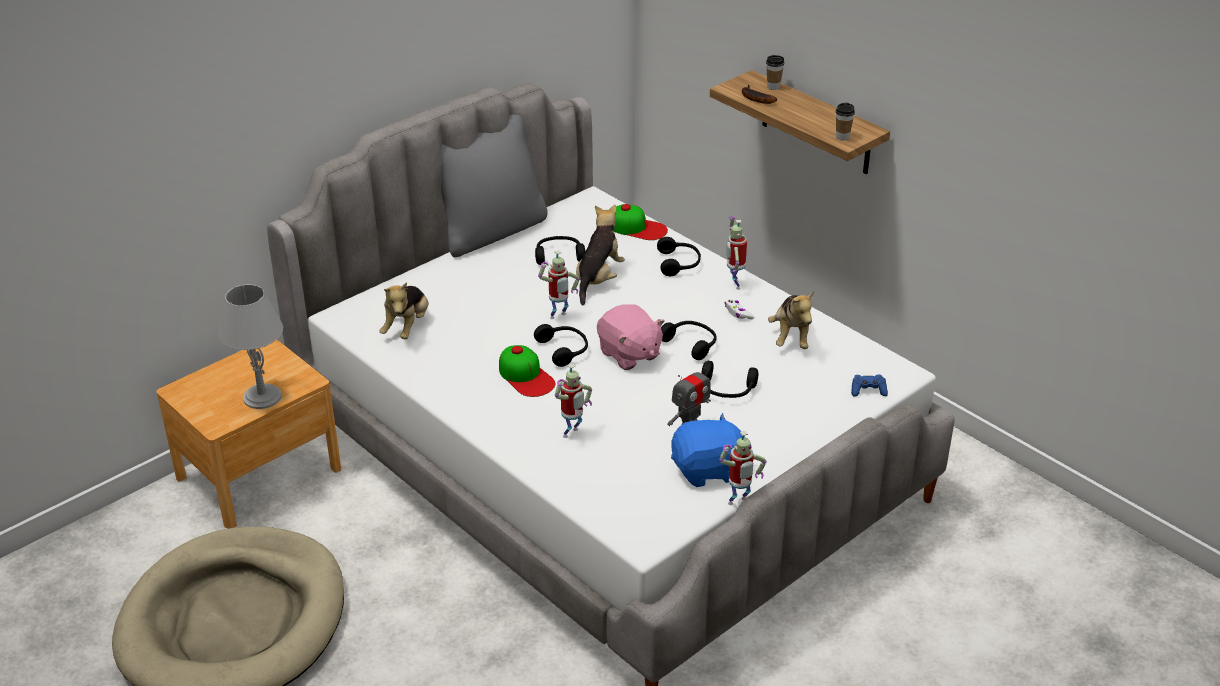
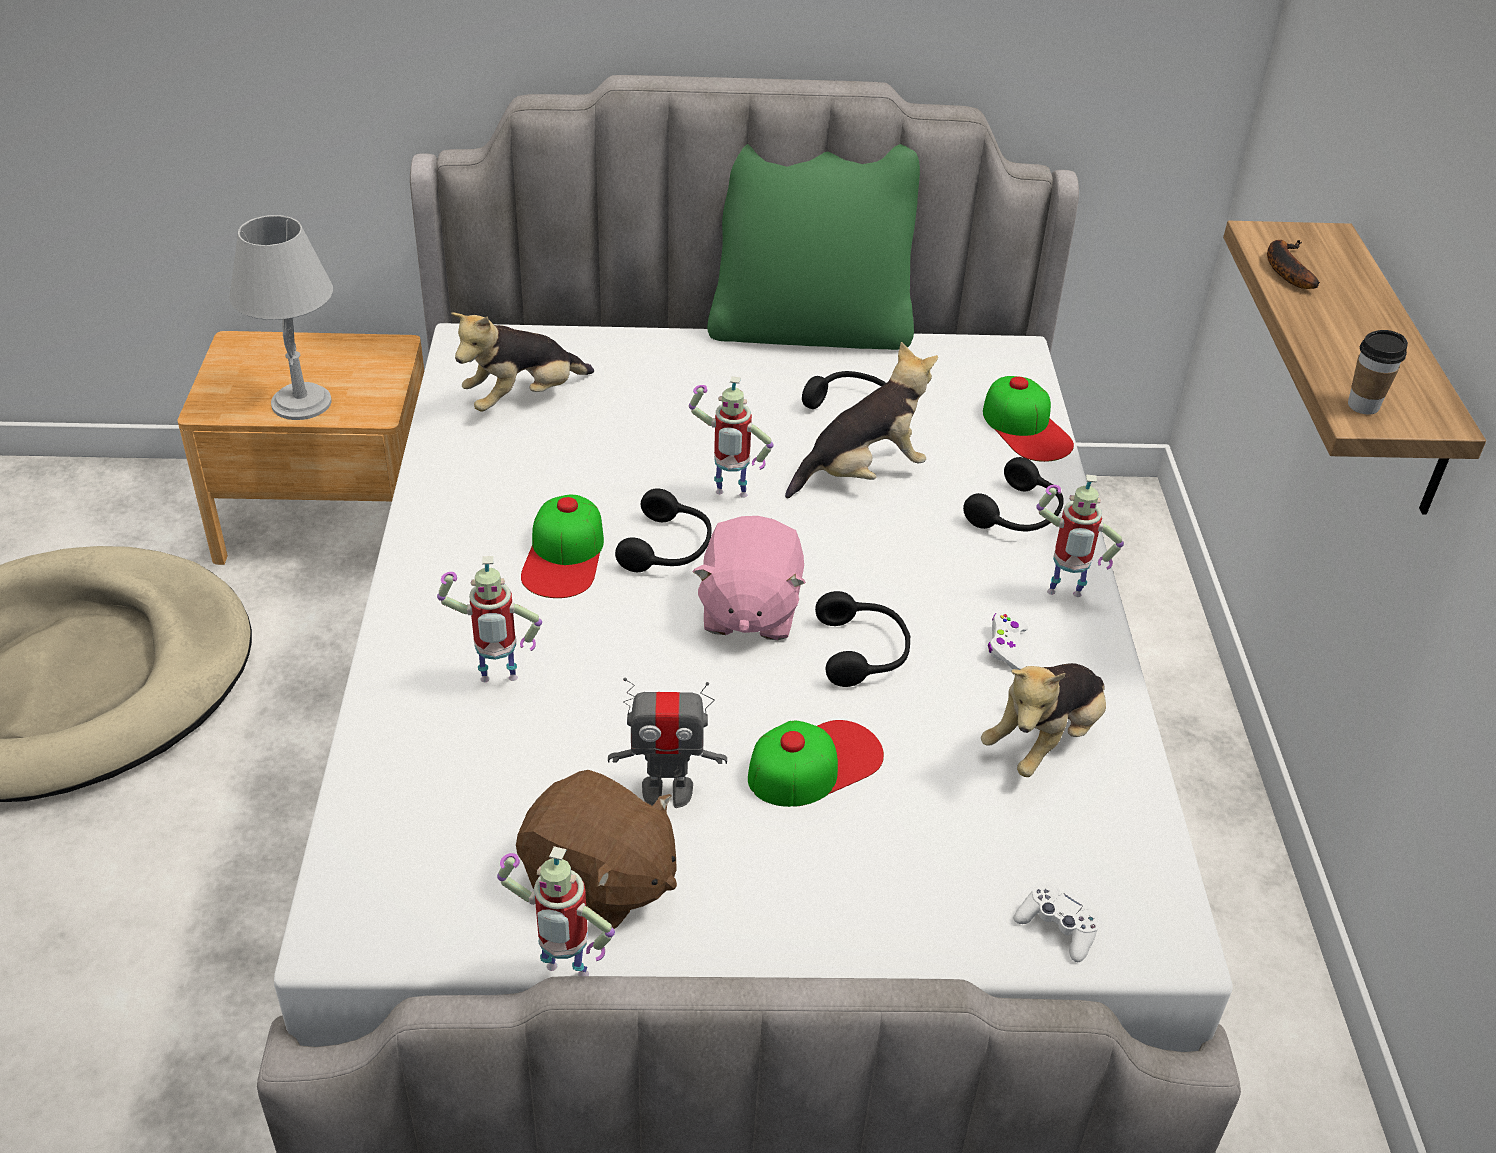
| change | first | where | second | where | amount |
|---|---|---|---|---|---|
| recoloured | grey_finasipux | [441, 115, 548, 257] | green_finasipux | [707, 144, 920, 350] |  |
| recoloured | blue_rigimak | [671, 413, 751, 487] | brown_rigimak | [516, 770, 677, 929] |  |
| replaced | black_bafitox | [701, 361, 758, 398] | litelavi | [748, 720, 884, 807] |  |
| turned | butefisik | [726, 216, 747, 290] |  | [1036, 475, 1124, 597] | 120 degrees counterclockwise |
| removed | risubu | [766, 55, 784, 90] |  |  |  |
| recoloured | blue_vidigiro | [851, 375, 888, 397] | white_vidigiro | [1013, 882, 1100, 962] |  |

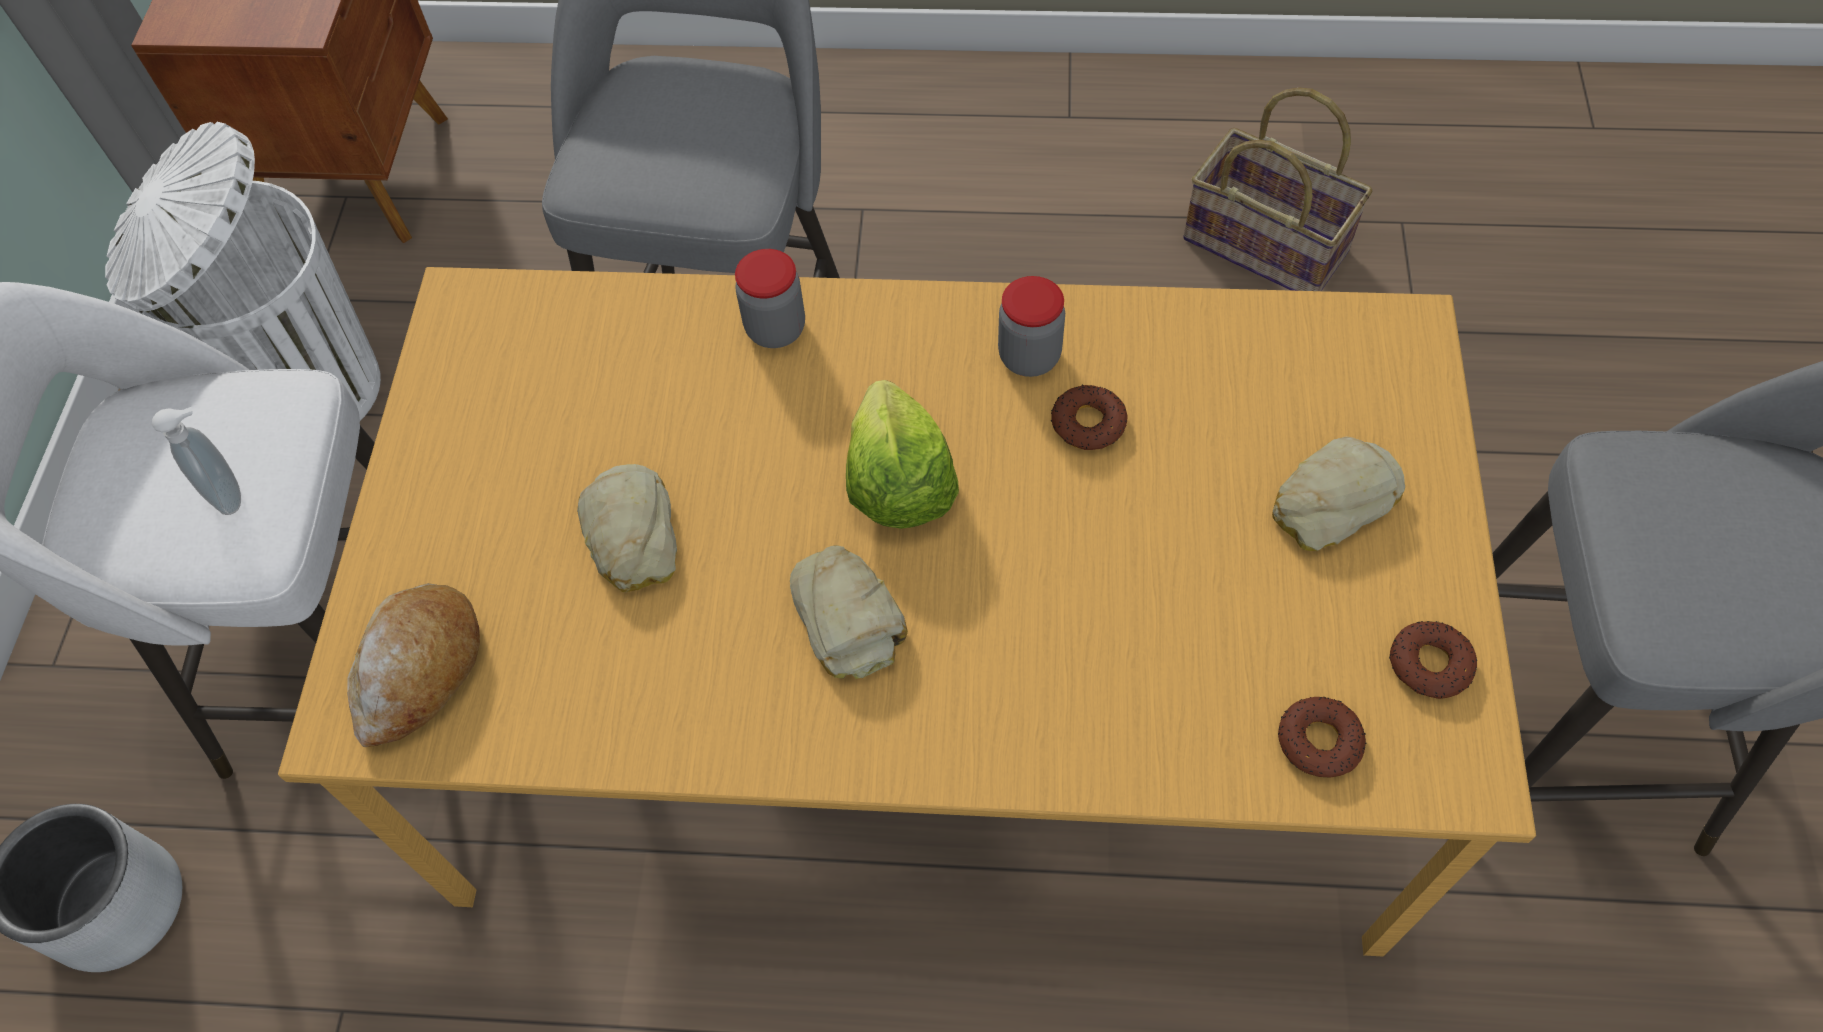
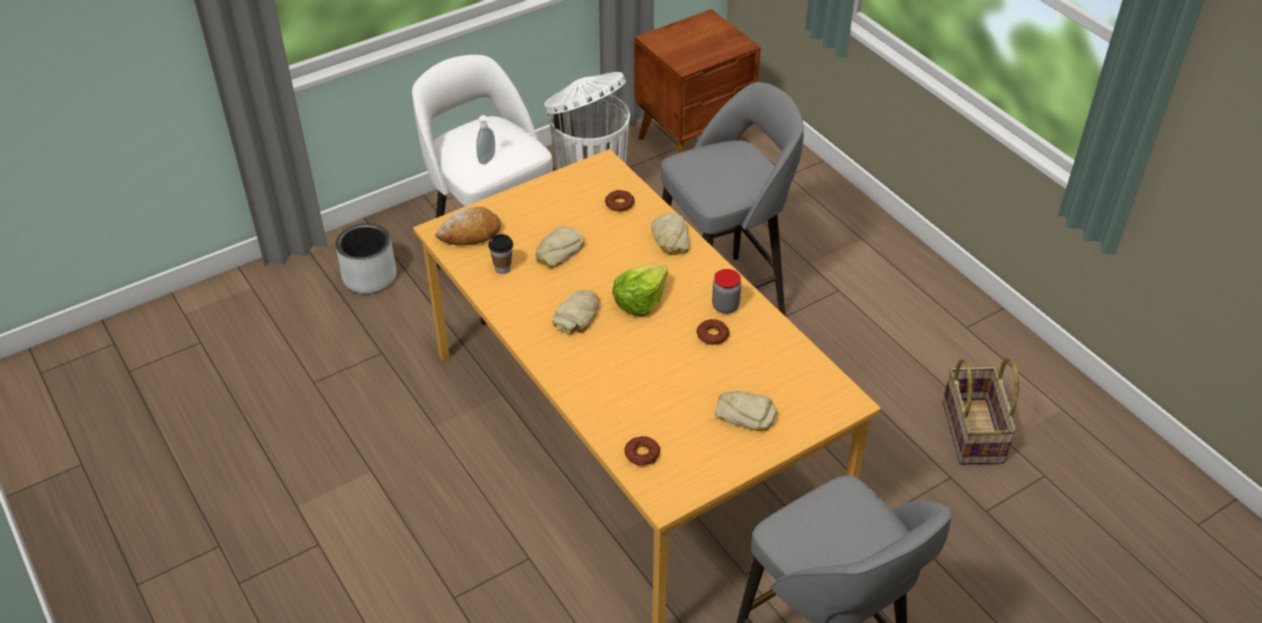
| change | first | where | second | where | amount |
|---|---|---|---|---|---|
| replaced | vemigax | [735, 249, 805, 348] | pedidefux | [651, 213, 690, 255] |  |
| moved | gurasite | [1389, 621, 1477, 699] |  | [605, 190, 635, 212] |  |
| added |  |  | risubu | [488, 234, 513, 274] |  |

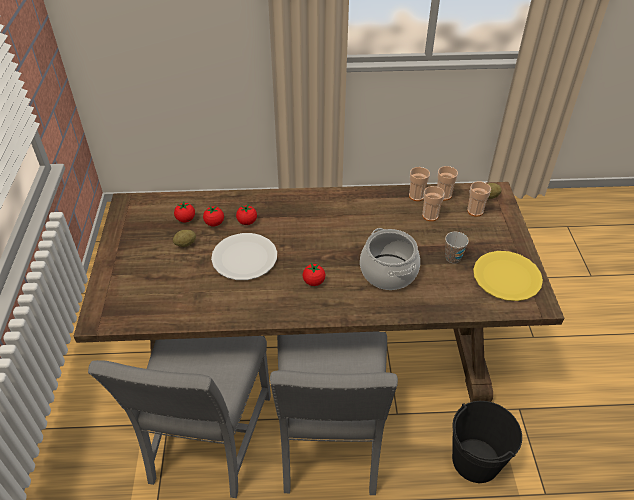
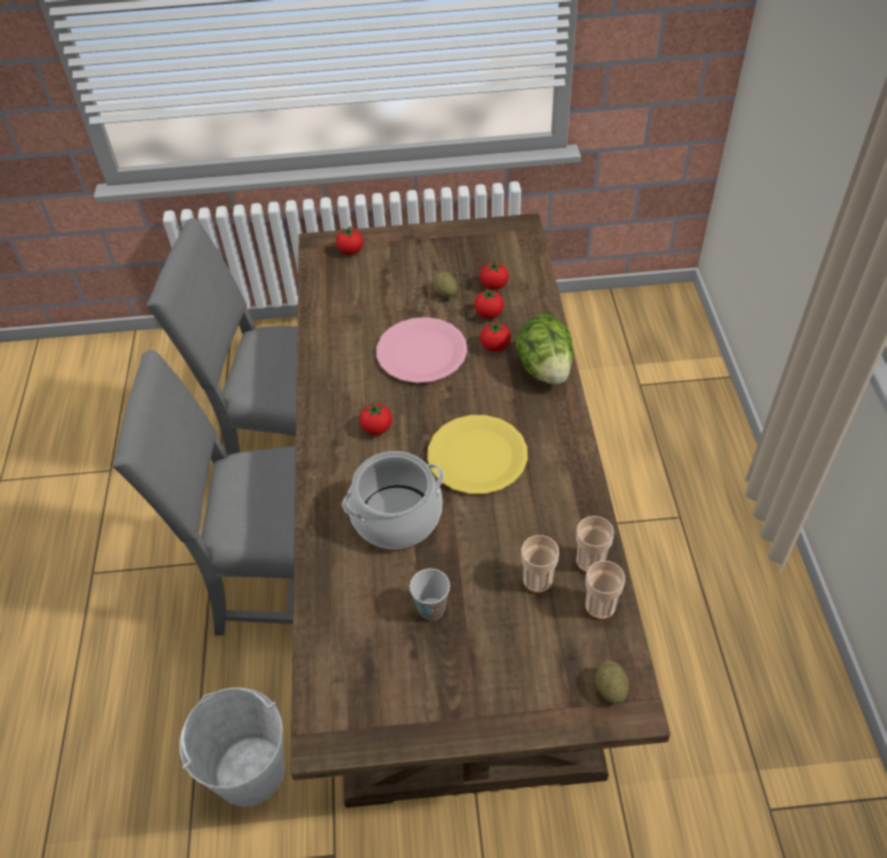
| change | first | where | second | where | amount |
|---|---|---|---|---|---|
| recoloured | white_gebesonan | [211, 233, 277, 280] | pink_gebesonan | [376, 317, 467, 383] |  |
| recoloured | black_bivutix | [452, 401, 522, 483] | white_bivutix | [179, 688, 285, 807] |  |
| removed | risubu | [467, 181, 491, 217] |  |  |  |
| moved | yellow_gebesonan | [473, 251, 543, 301] |  | [427, 415, 528, 494] |  |
| added |  |  | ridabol | [336, 226, 363, 255] |  |
| added |  |  | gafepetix | [516, 314, 574, 384] |  |

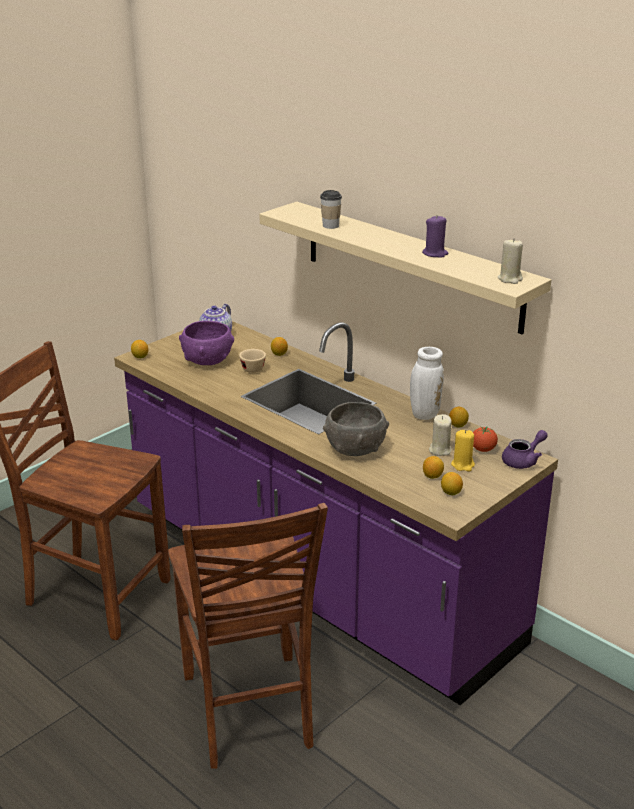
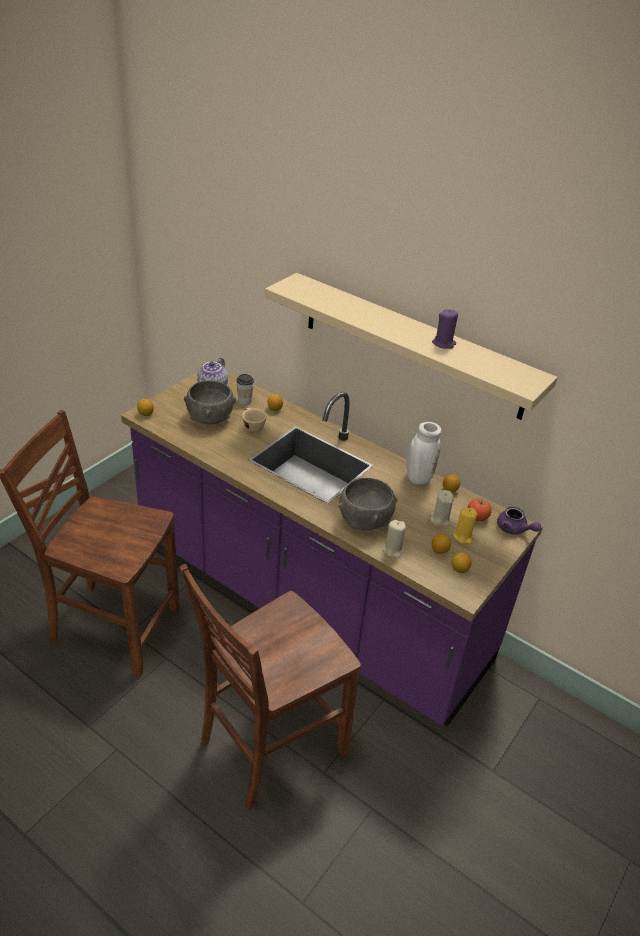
| change | first | where | second | where | amount |
|---|---|---|---|---|---|
| turned | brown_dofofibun | [168, 503, 328, 769] |  | [180, 564, 361, 810] | 75 degrees clockwise |
| recoloured | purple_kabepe | [179, 321, 234, 365] | grey_kabepe | [184, 380, 236, 424] |  |
| moved | risubu | [320, 190, 342, 229] |  | [236, 374, 254, 405] |  |
| moved | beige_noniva | [498, 239, 523, 284] |  | [383, 520, 406, 558] |  |
| turned | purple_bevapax | [502, 430, 548, 469] |  | [497, 506, 542, 535] | 90 degrees clockwise |

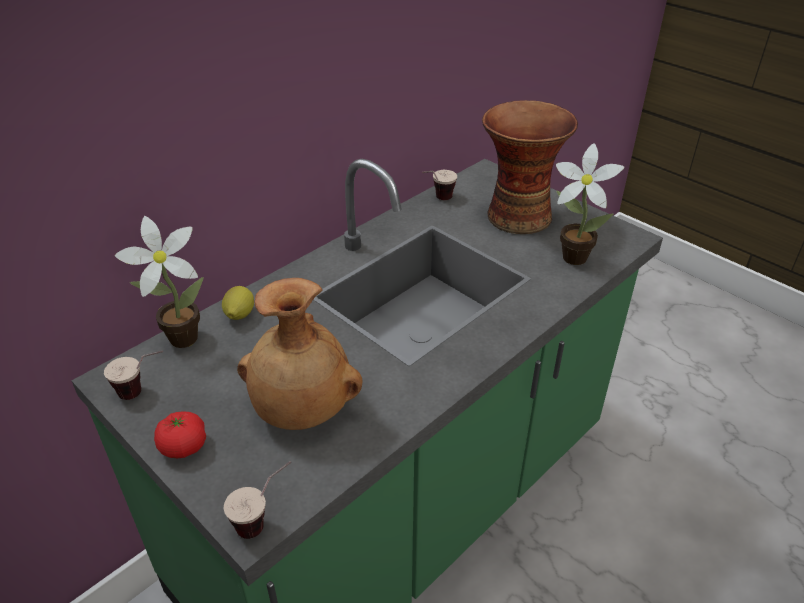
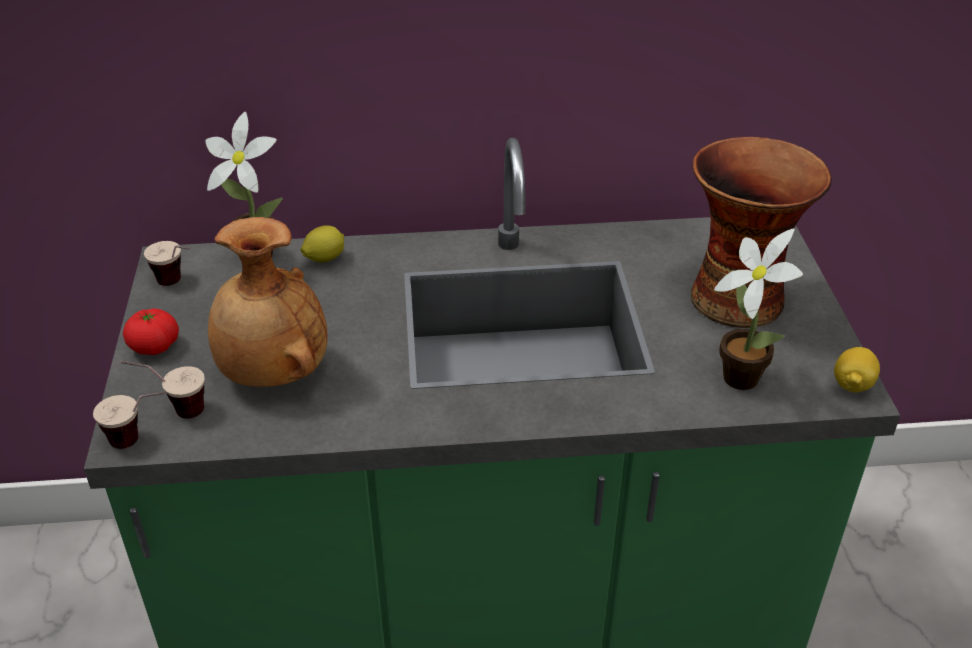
| change | first | where | second | where | amount |
|---|---|---|---|---|---|
| moved | risubu | [422, 170, 457, 200] |  | [121, 361, 205, 419] |  |
| added |  |  | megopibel | [834, 347, 880, 392] |  |

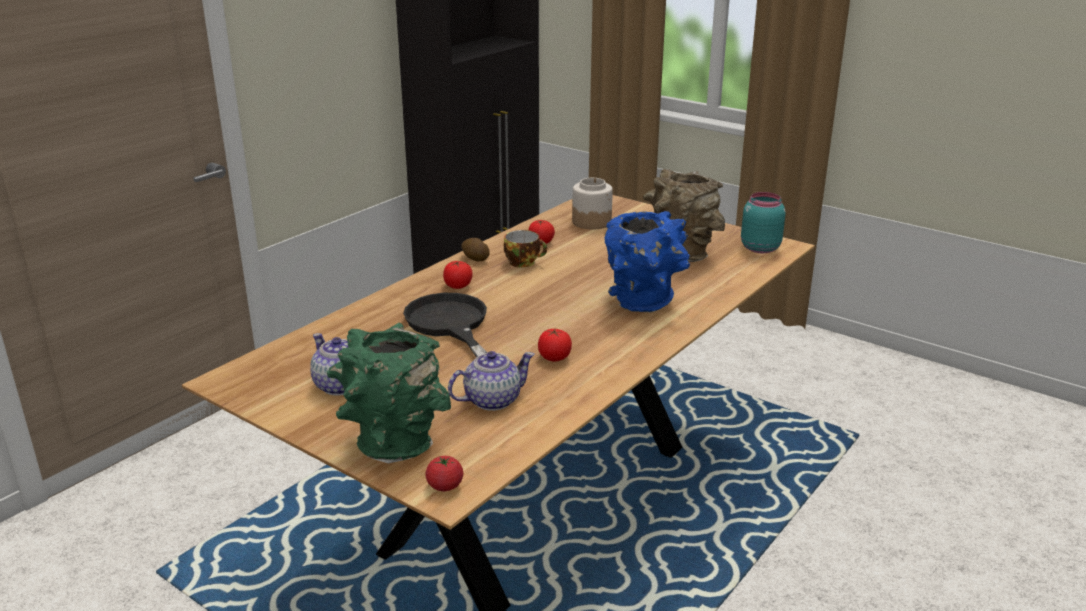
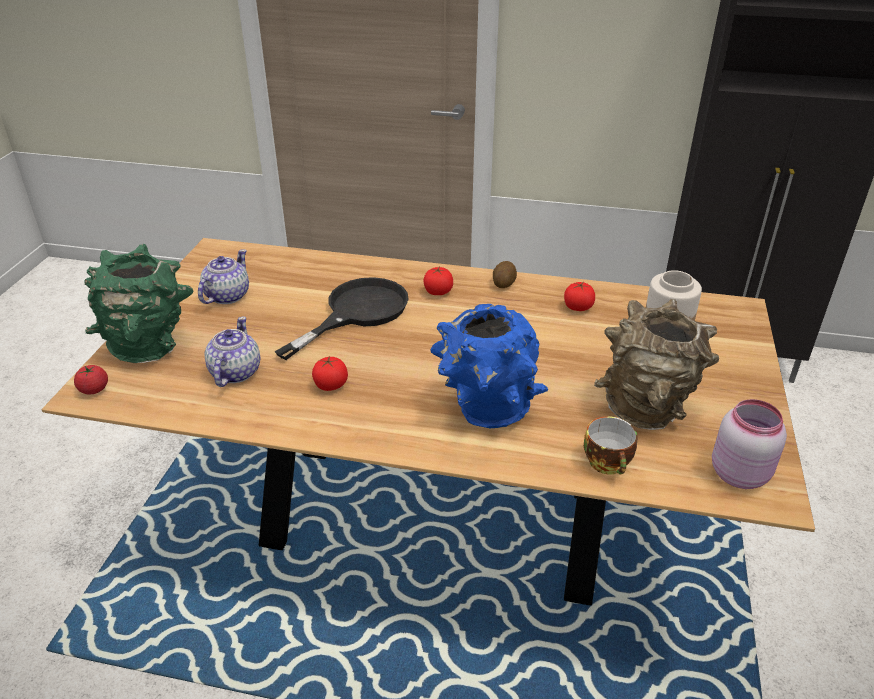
| change | first | where | second | where | amount |
|---|---|---|---|---|---|
| turned | bevapax | [448, 351, 535, 411] |  | [204, 317, 260, 387] | 120 degrees counterclockwise |
| moved | risubu | [504, 230, 547, 268] |  | [584, 416, 637, 474] |  |
| recoloured | turquoise_vemigax | [741, 192, 786, 253] | pink_vemigax | [712, 399, 787, 489] |  |

